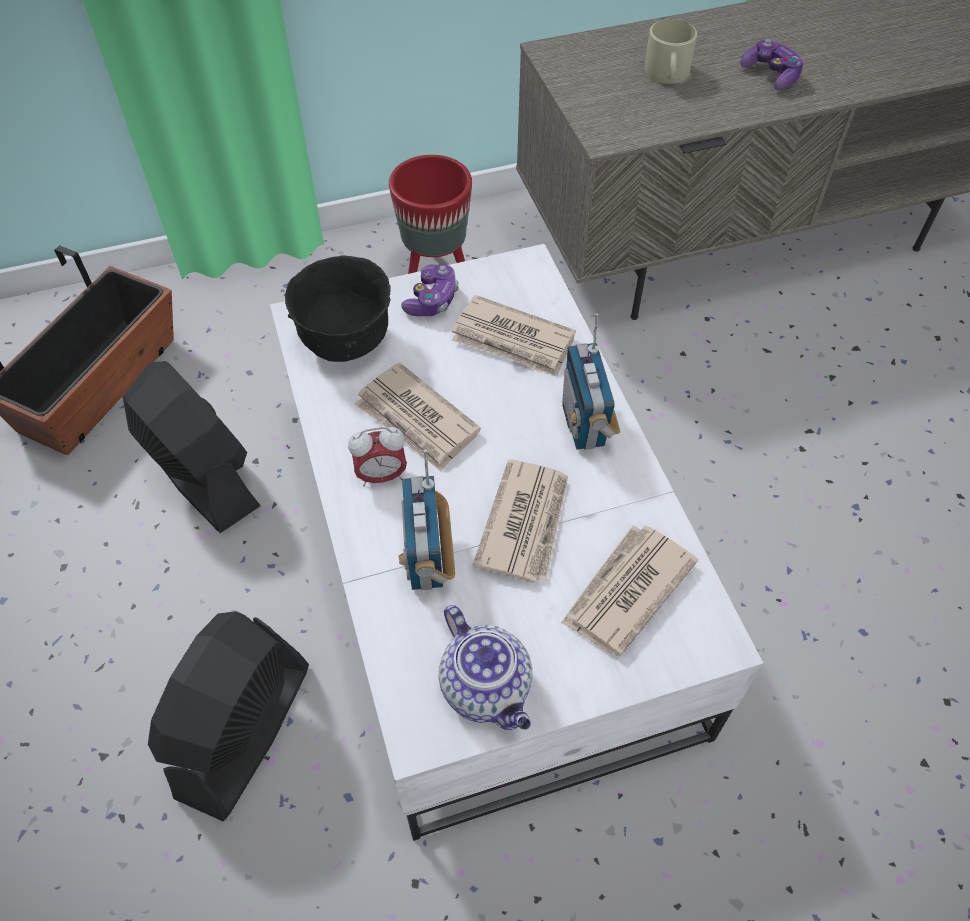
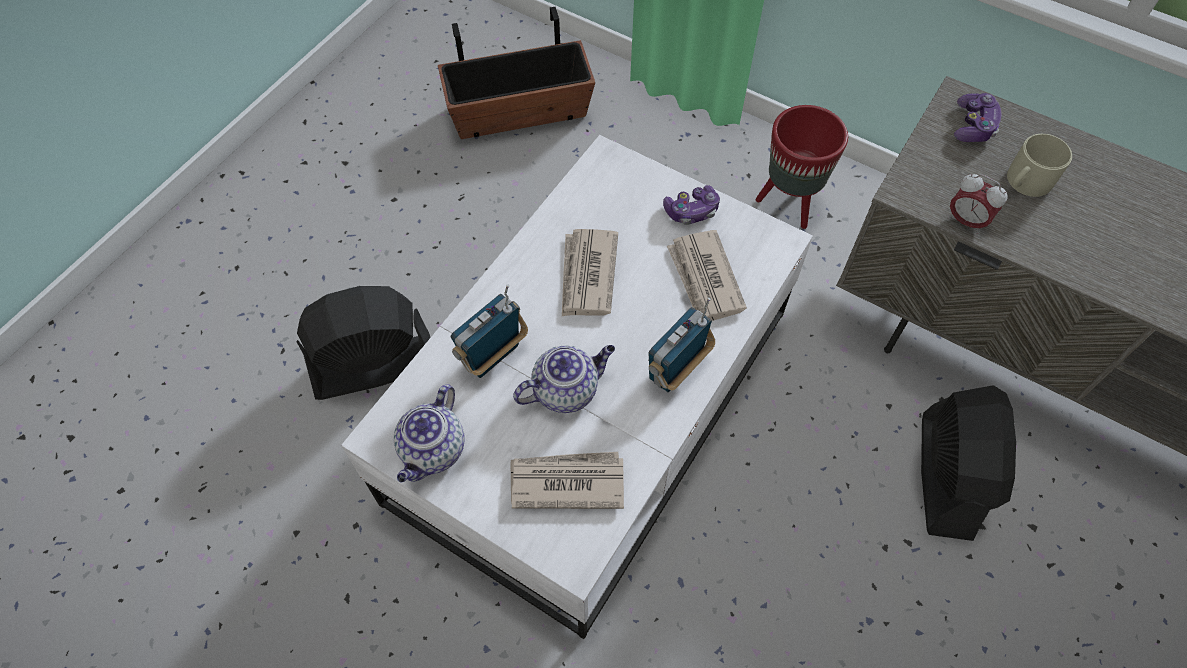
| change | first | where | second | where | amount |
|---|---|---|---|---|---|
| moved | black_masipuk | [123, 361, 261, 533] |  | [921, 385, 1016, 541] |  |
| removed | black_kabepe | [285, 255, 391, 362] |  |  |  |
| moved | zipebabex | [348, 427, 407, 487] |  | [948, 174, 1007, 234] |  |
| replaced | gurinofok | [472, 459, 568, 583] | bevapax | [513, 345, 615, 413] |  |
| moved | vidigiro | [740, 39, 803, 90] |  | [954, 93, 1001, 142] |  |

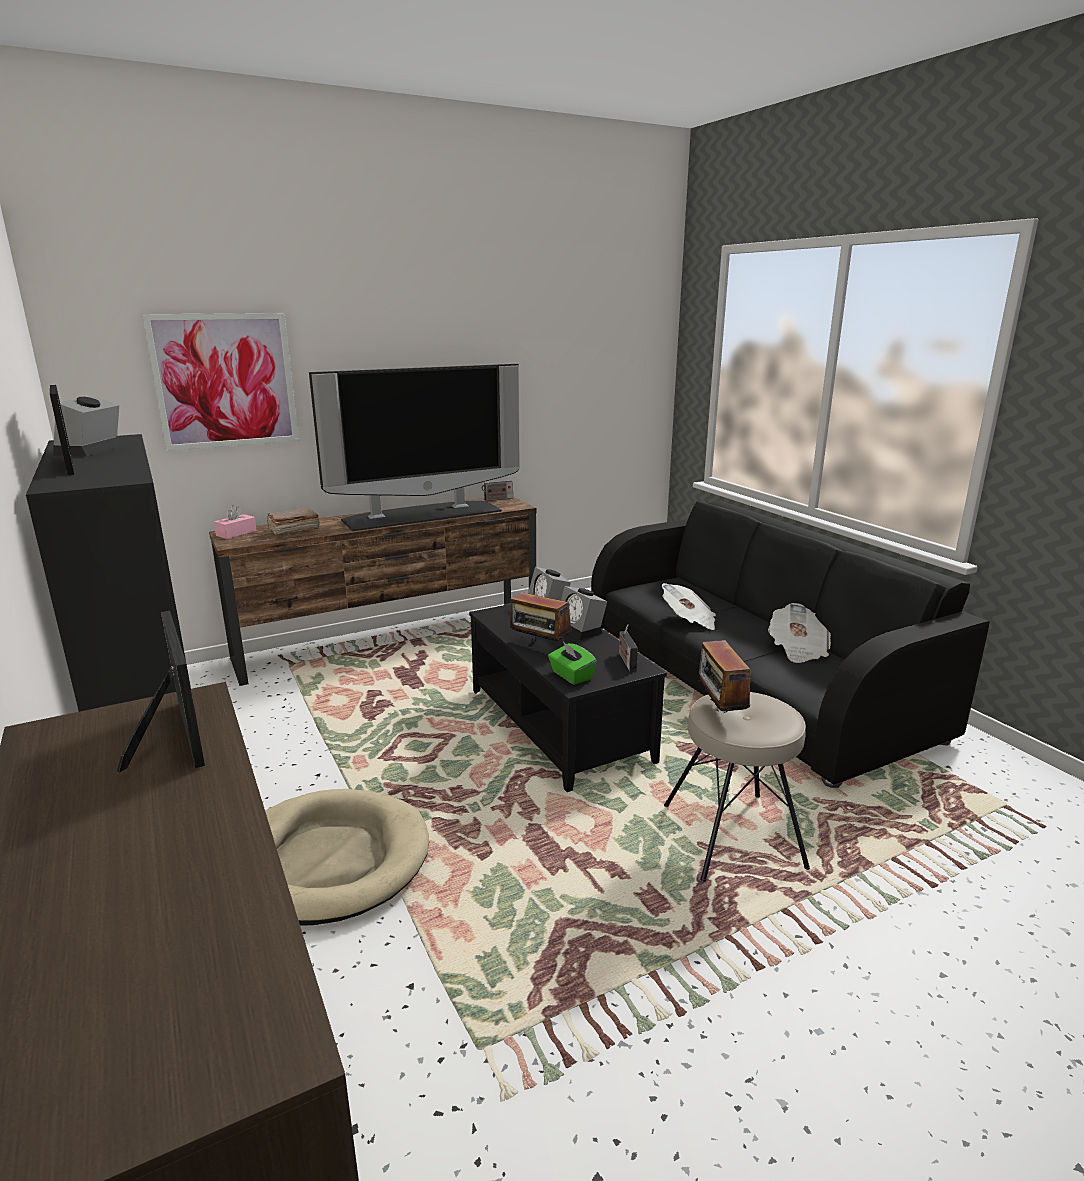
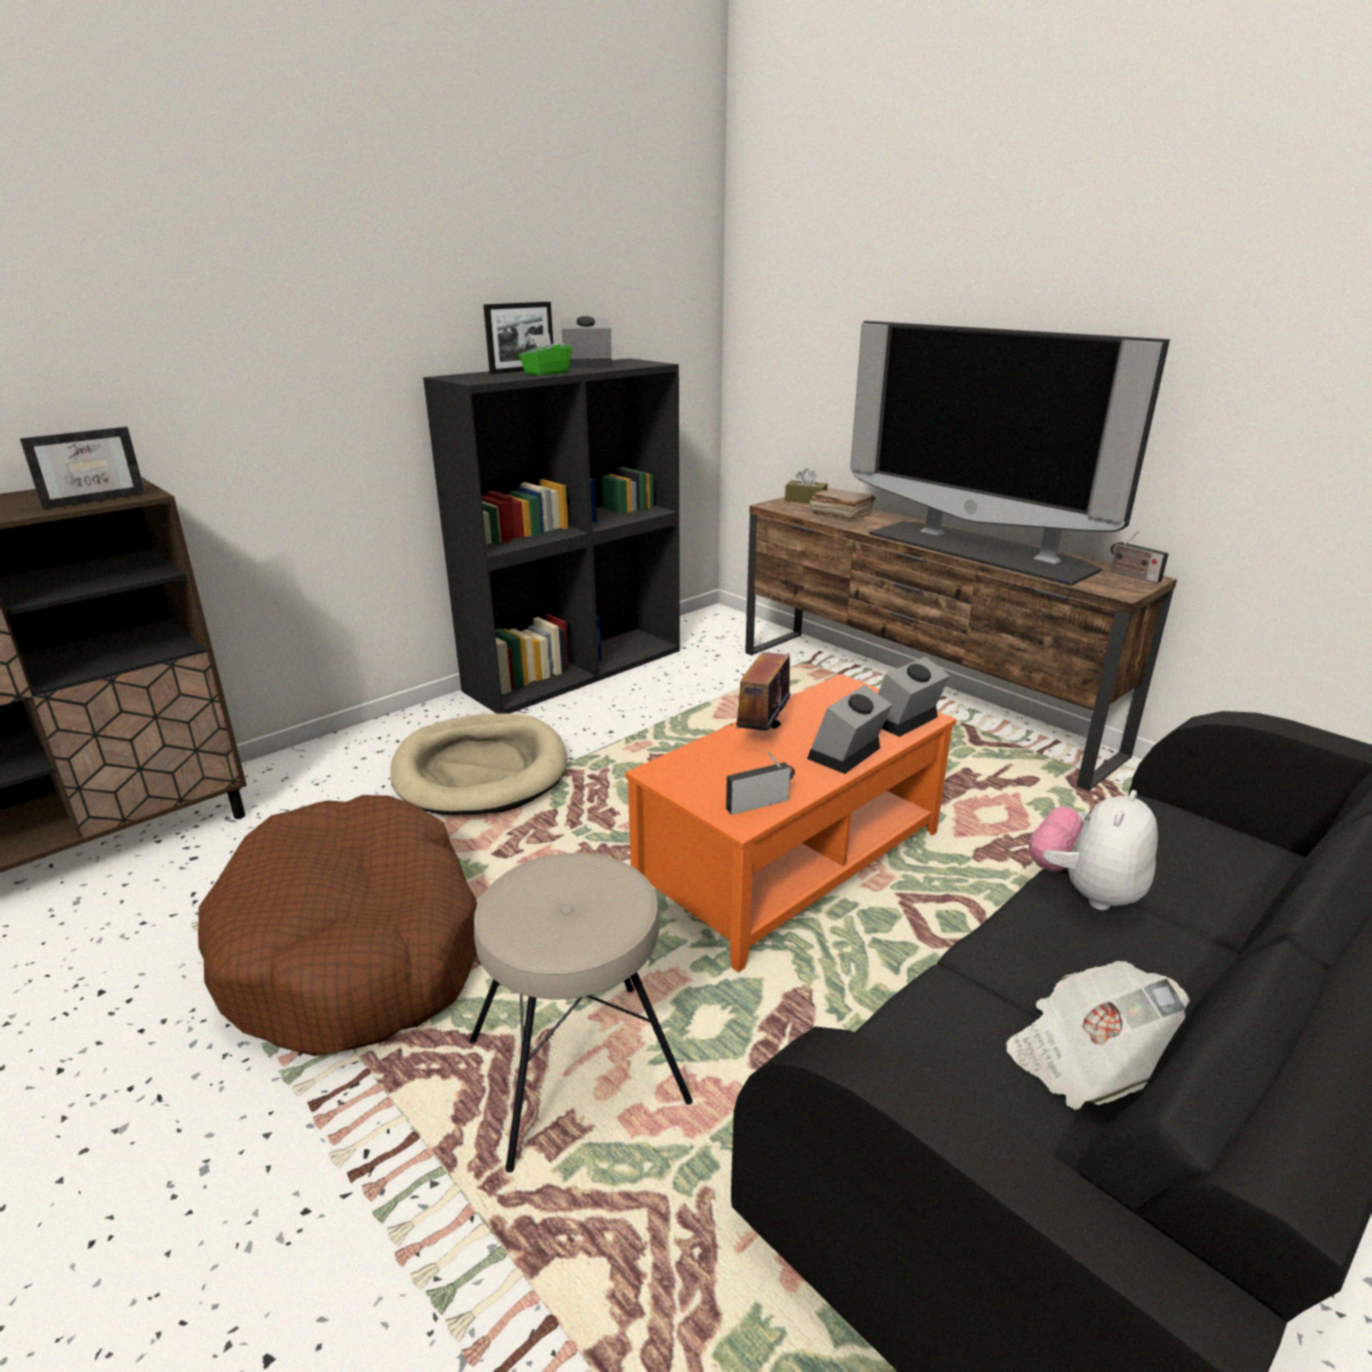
| change | first | where | second | where | amount |
|---|---|---|---|---|---|
| removed | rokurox | [142, 313, 299, 451] |  |  |  |
| recoloured | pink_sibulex | [214, 505, 257, 539] | brown_sibulex | [785, 468, 828, 503] |  |
| recoloured | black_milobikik | [469, 604, 667, 792] | orange_milobikik | [625, 674, 957, 973] |  |
| moved | green_sibulex | [548, 642, 597, 685] |  | [519, 334, 572, 376] |  |
| replaced | gurinofok | [662, 583, 716, 630] | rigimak | [1029, 790, 1158, 910] |  |
| removed | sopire | [698, 630, 750, 713] |  |  |  |
| added |  |  | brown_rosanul | [198, 795, 477, 1056] |  |

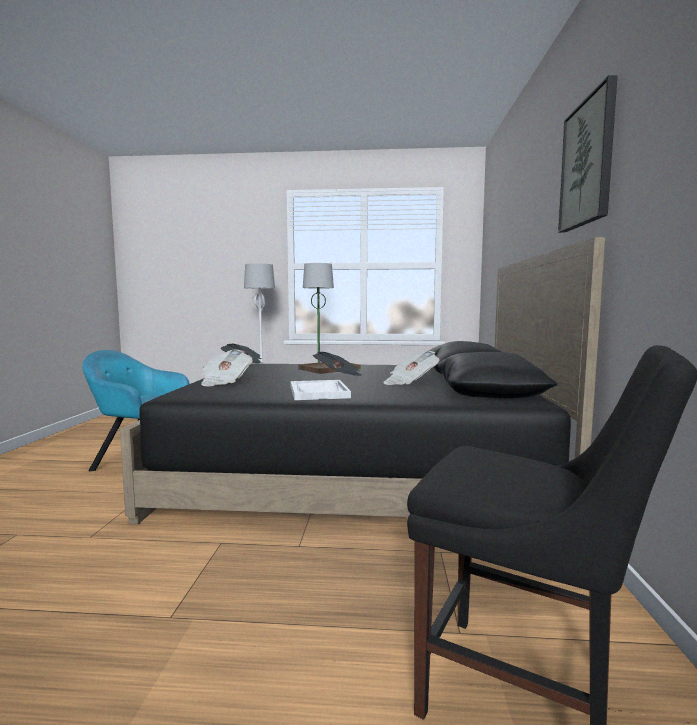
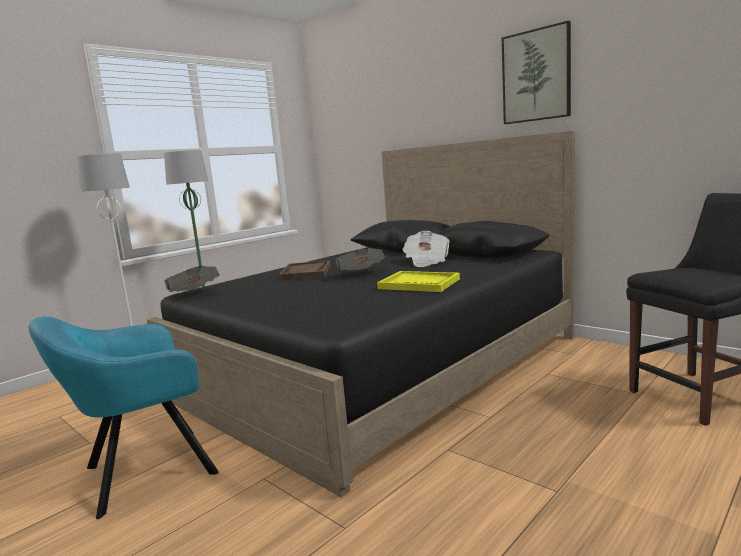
| change | first | where | second | where | amount |
|---|---|---|---|---|---|
| removed | gurinofok | [201, 350, 253, 386] |  |  |  |
| recoloured | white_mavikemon | [291, 380, 351, 400] | yellow_mavikemon | [377, 271, 460, 292] |  |

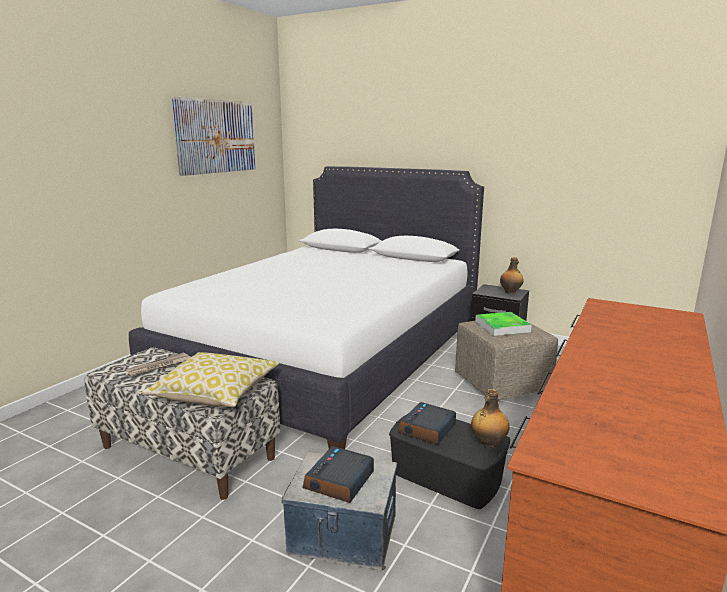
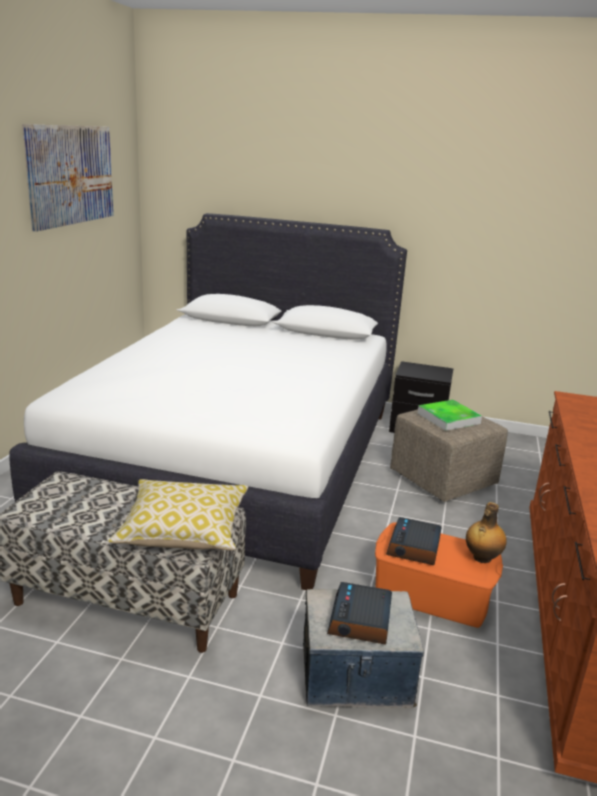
| change | first | where | second | where | amount |
|---|---|---|---|---|---|
| removed | gurinofok | [126, 352, 191, 377] |  |  |  |
| recoloured | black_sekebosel | [389, 413, 510, 509] | orange_sekebosel | [375, 522, 503, 628] |  |
| removed | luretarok | [500, 257, 524, 294] |  |  |  |

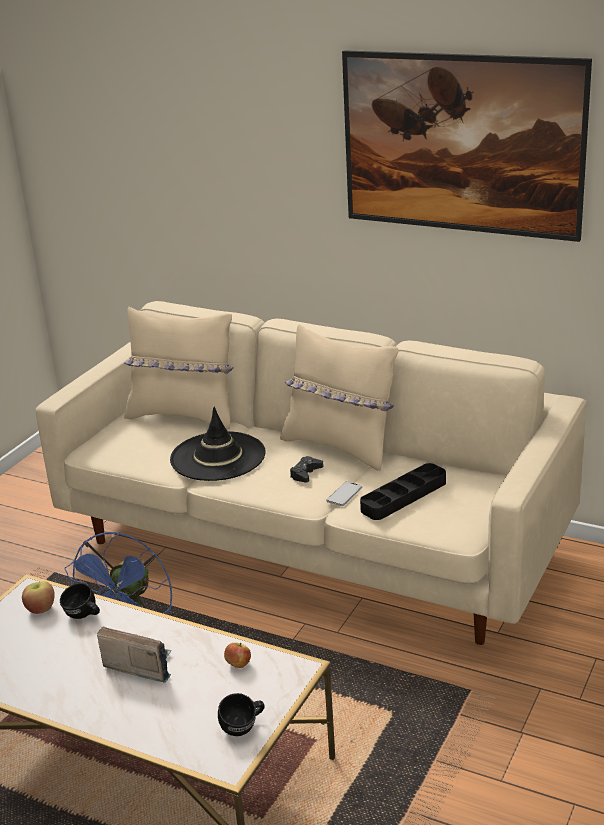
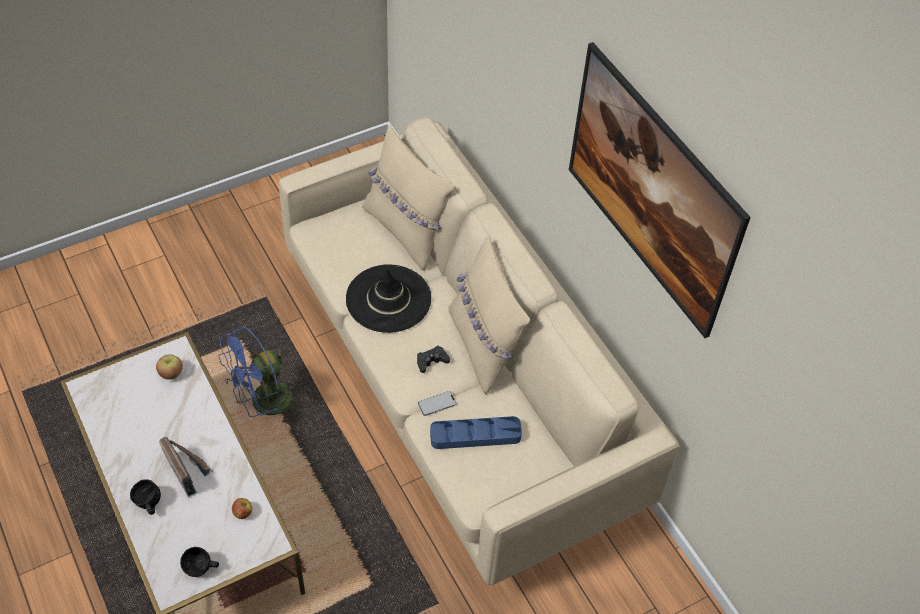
| change | first | where | second | where | amount |
|---|---|---|---|---|---|
| moved | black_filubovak | [60, 583, 100, 619] |  | [130, 479, 161, 515] |  |
| recoloured | black_mavikemon | [360, 463, 446, 520] | blue_mavikemon | [430, 416, 522, 449] |  |

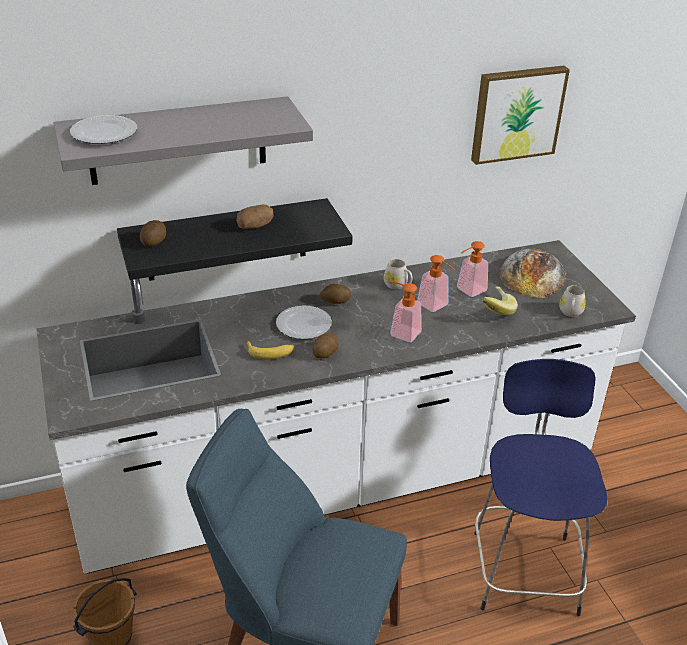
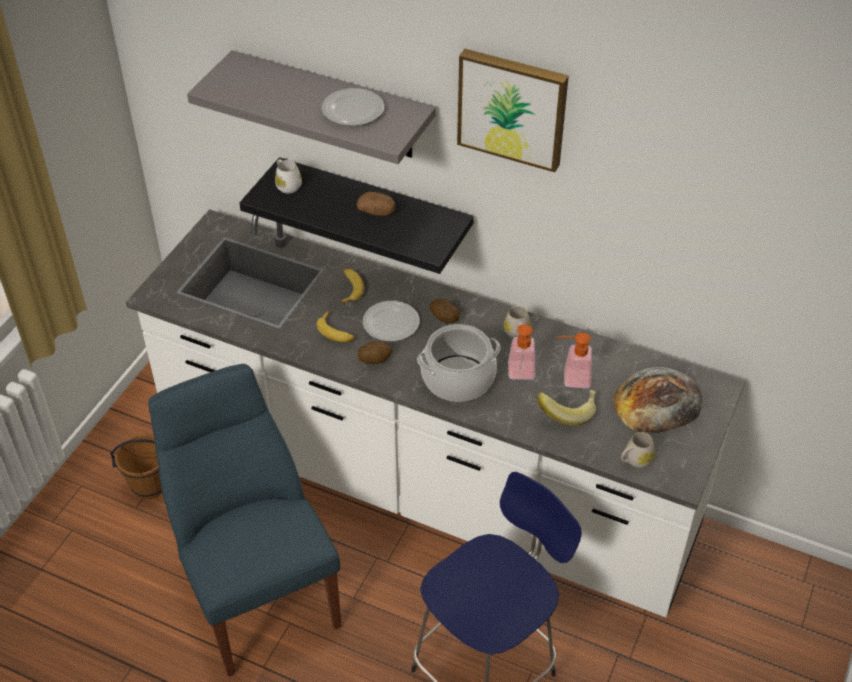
| change | first | where | second | where | amount |
|---|---|---|---|---|---|
| moved | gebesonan | [70, 115, 137, 144] |  | [321, 88, 384, 126] |  |
| replaced | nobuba | [140, 220, 166, 246] | white_filubovak | [275, 159, 302, 194] |  |
| replaced | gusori | [387, 281, 422, 342] | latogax | [417, 324, 501, 402] |  |
| moved | rokurox | [471, 66, 570, 165] |  | [457, 49, 569, 172] |  |
| added |  |  | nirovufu | [341, 269, 364, 304] |  |

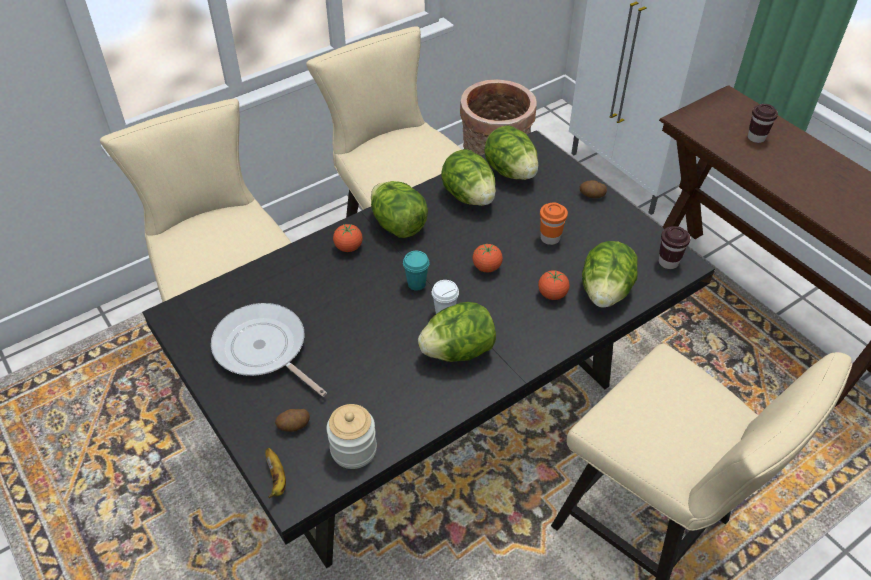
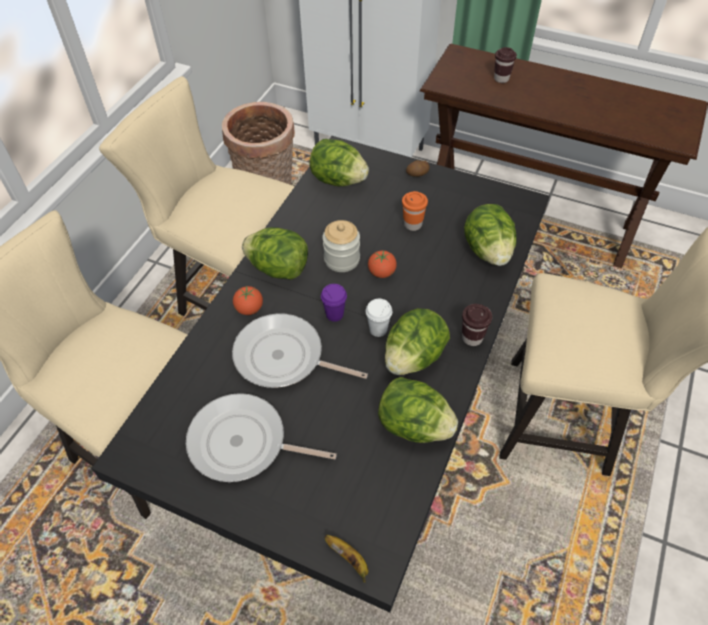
| change | first | where | second | where | amount |
|---|---|---|---|---|---|
| removed | nobuba | [275, 409, 310, 432] |  |  |  |
| moved | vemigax | [327, 404, 377, 469] |  | [322, 220, 360, 272] |  |
| recoloured | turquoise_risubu | [403, 251, 430, 291] | purple_risubu | [321, 284, 347, 322] |  |
| moved | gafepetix | [441, 149, 496, 206] |  | [378, 377, 458, 443] |  |
| removed | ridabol | [538, 270, 570, 300] |  |  |  |
| moved | brown_risubu | [659, 226, 691, 269] |  | [462, 304, 492, 346] |  |
| added |  |  | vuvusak | [232, 313, 368, 388] |  |

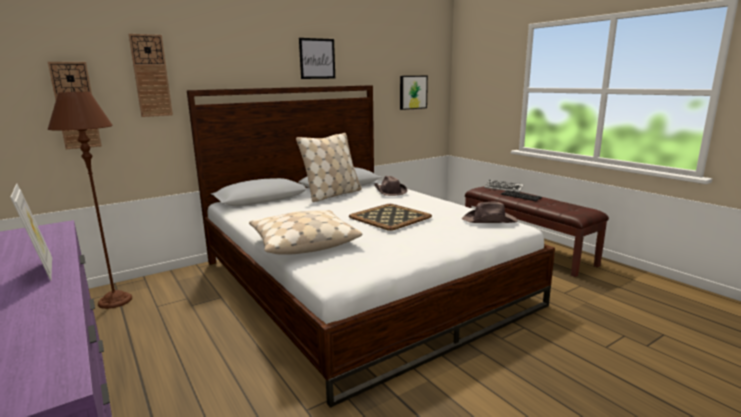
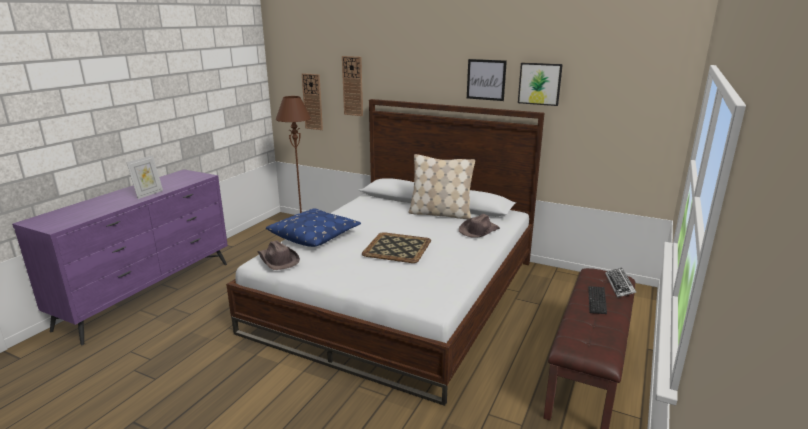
| change | first | where | second | where | amount |
|---|---|---|---|---|---|
| recoloured | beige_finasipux | [249, 210, 363, 255] | blue_finasipux | [266, 208, 361, 247] |  |
| moved | rokurox | [400, 76, 428, 110] |  | [518, 63, 563, 106] |  |
| moved | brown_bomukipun | [462, 202, 517, 223] |  | [258, 240, 300, 270] |  |

